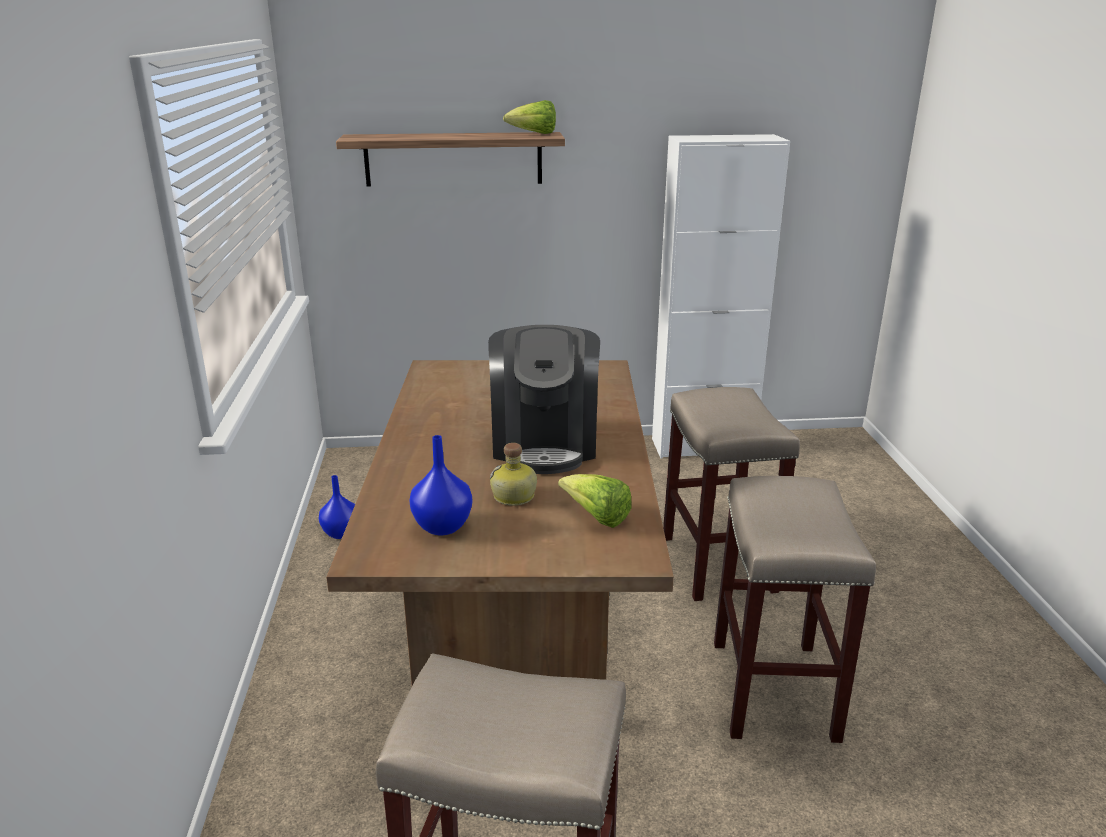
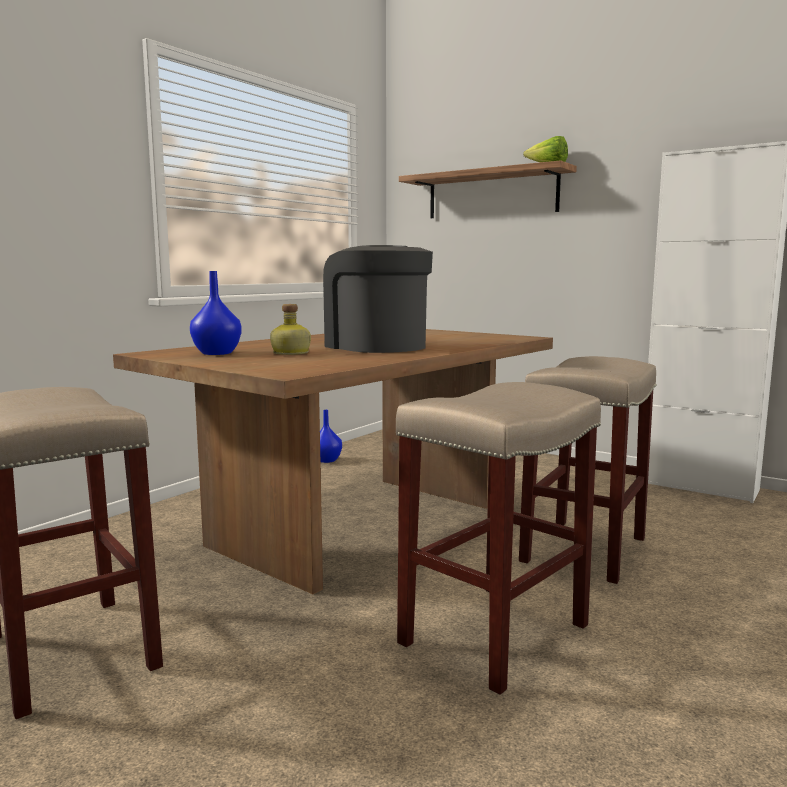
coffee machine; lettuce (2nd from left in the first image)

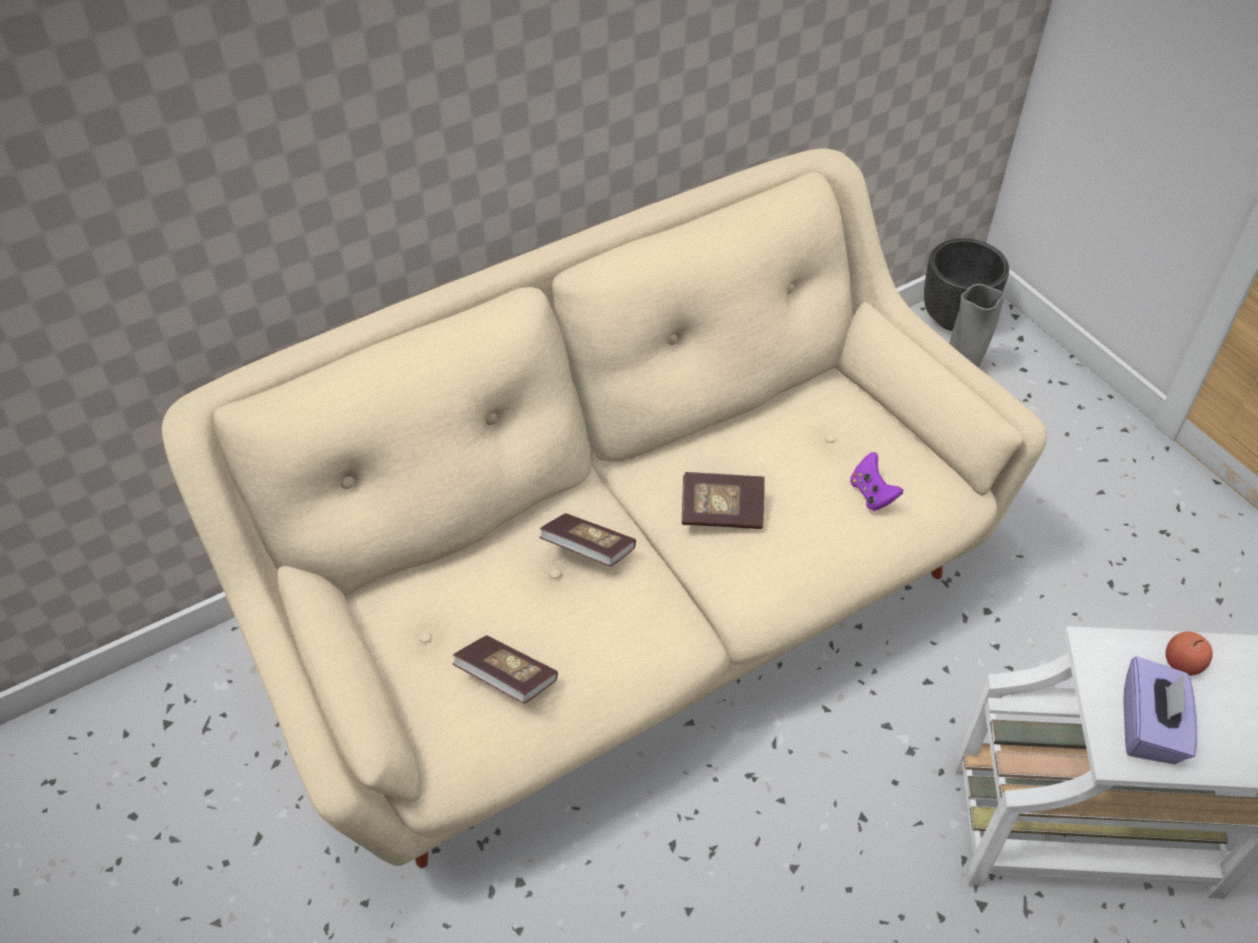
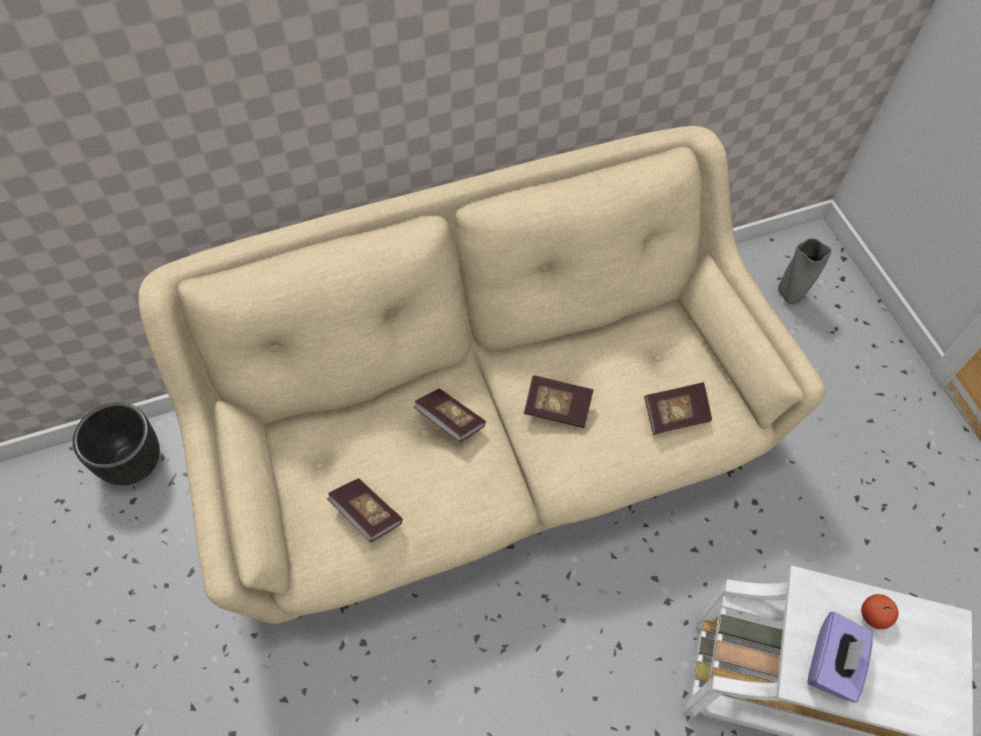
book (4th from left); planter/black

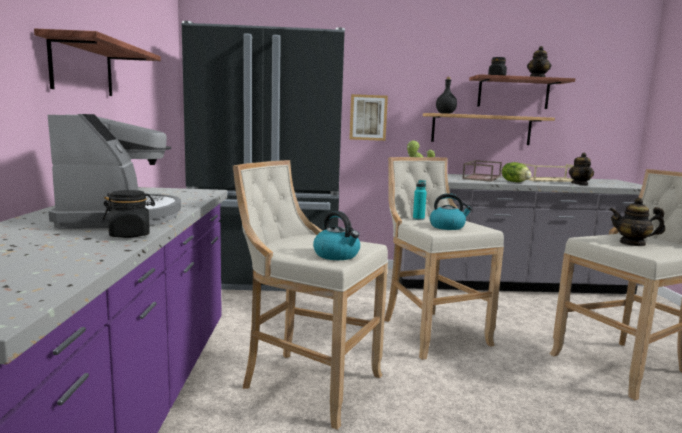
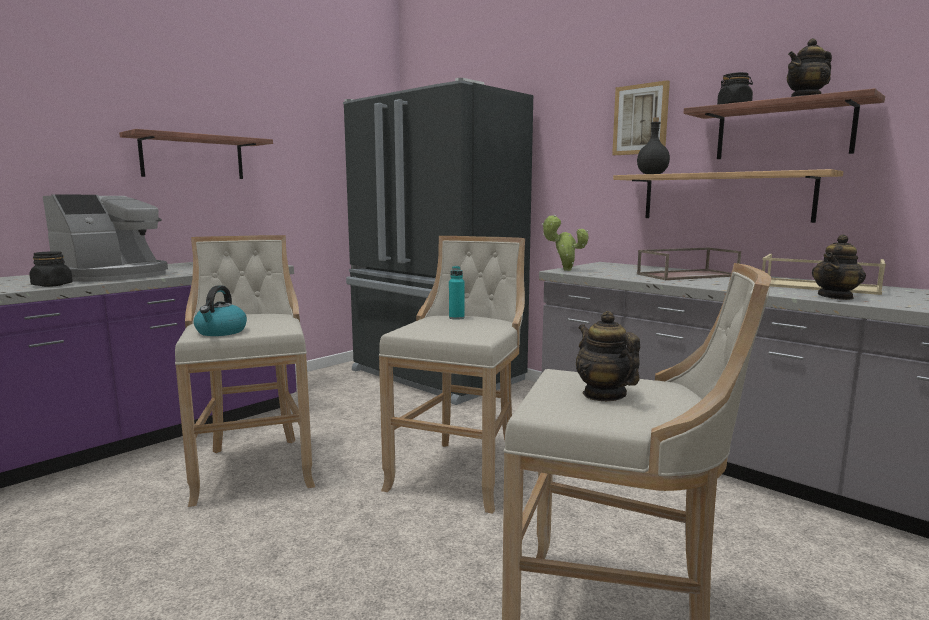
picture; kettle (2nd from left in the first image); lettuce

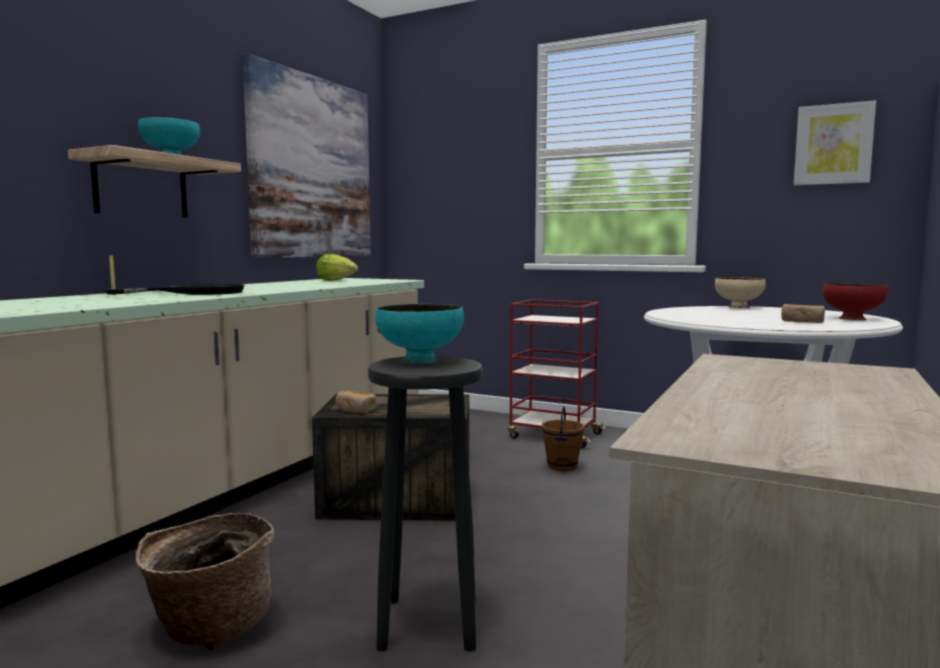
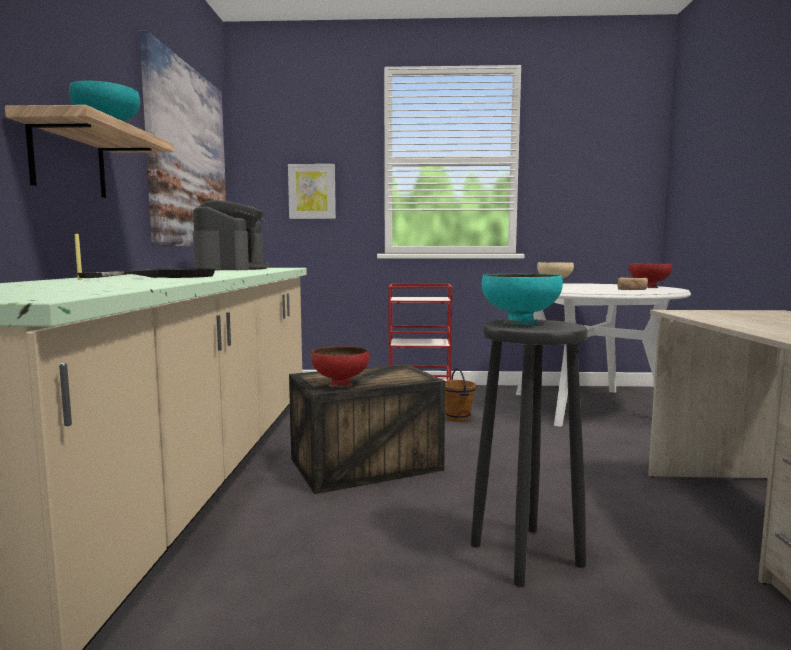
basket; coffee machine; bowl/red (1st from left); picture (2nd from left)

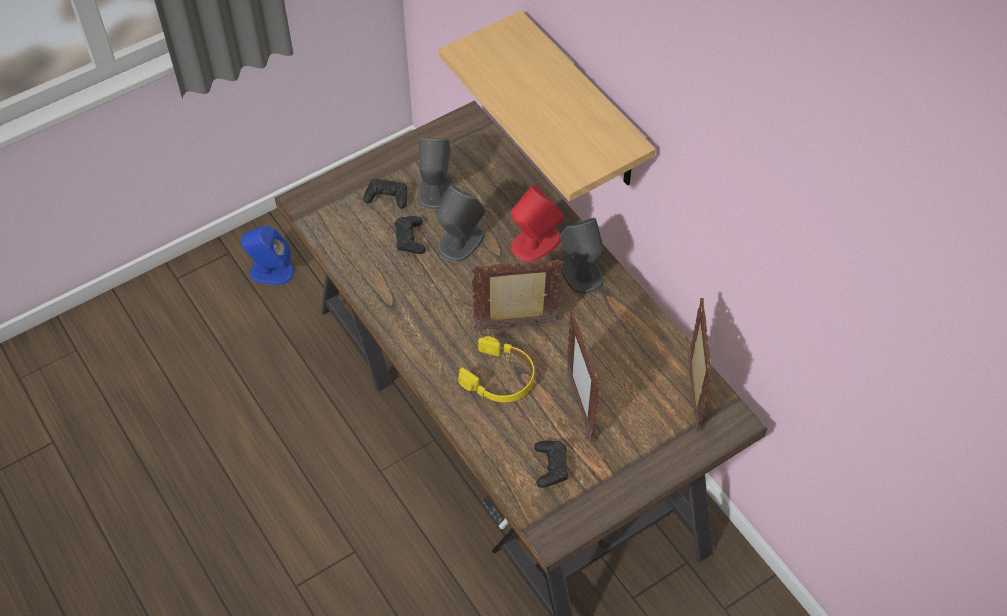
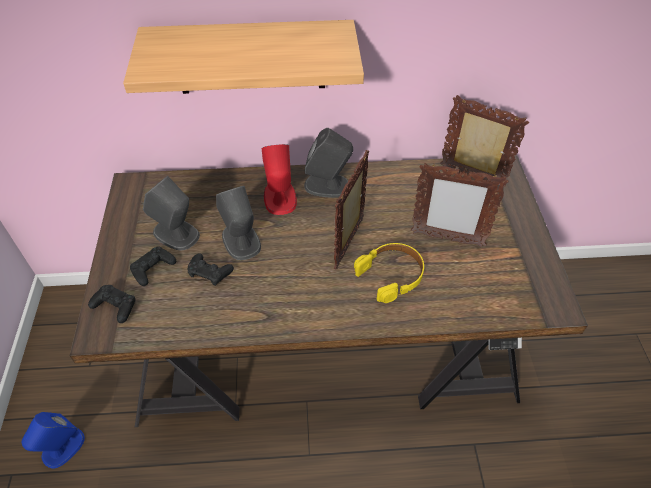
game controller/black (1st from left)

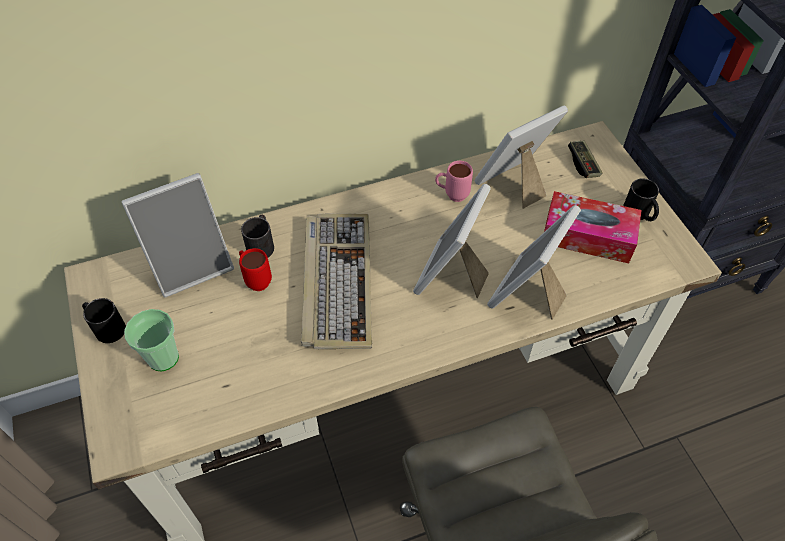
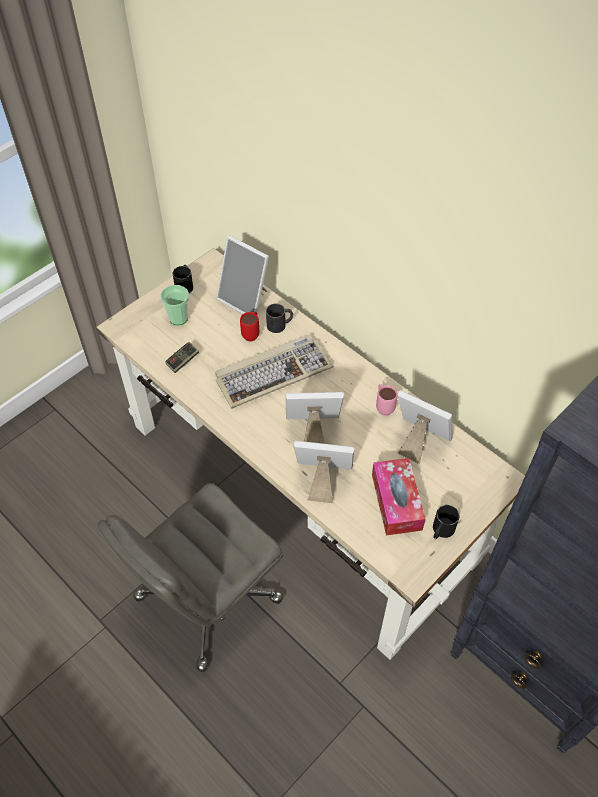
game controller

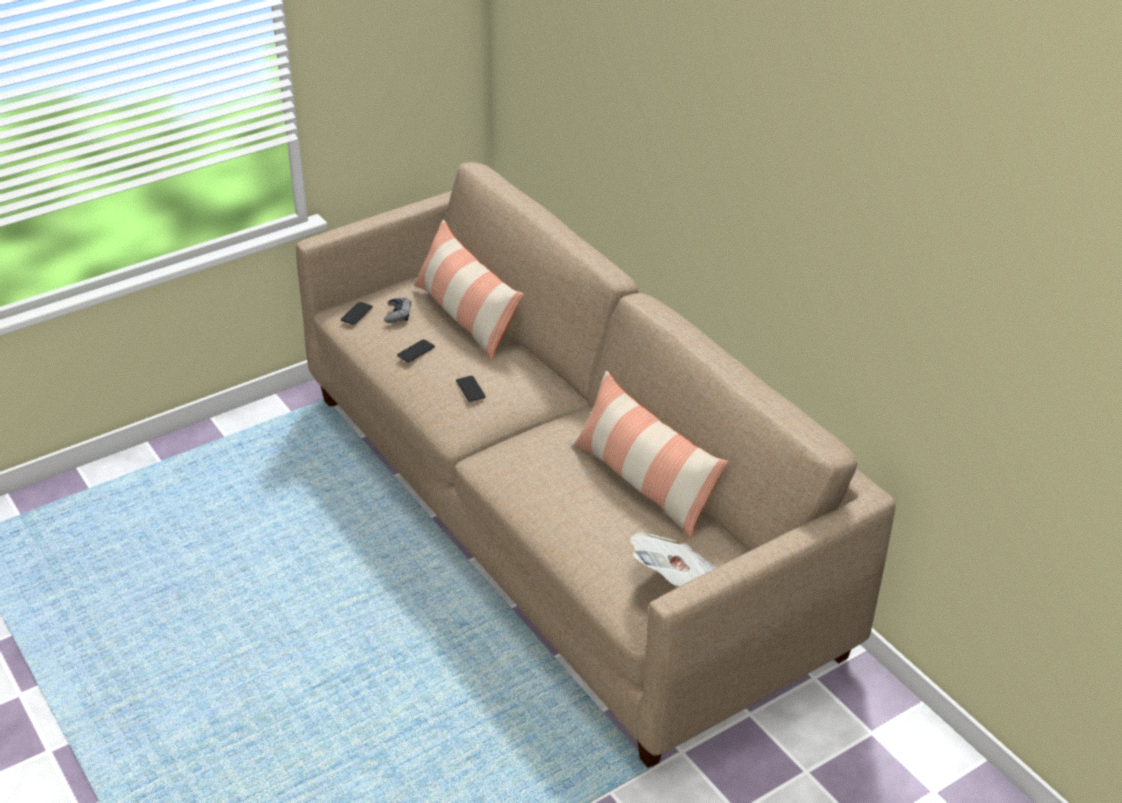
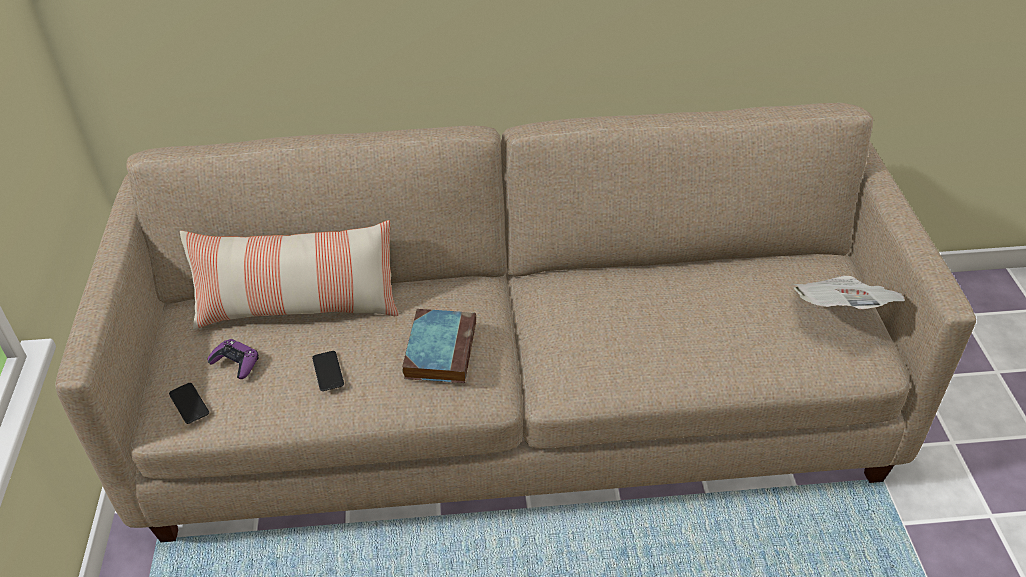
game controller/purple; book; pillow (2nd from left in the first image)

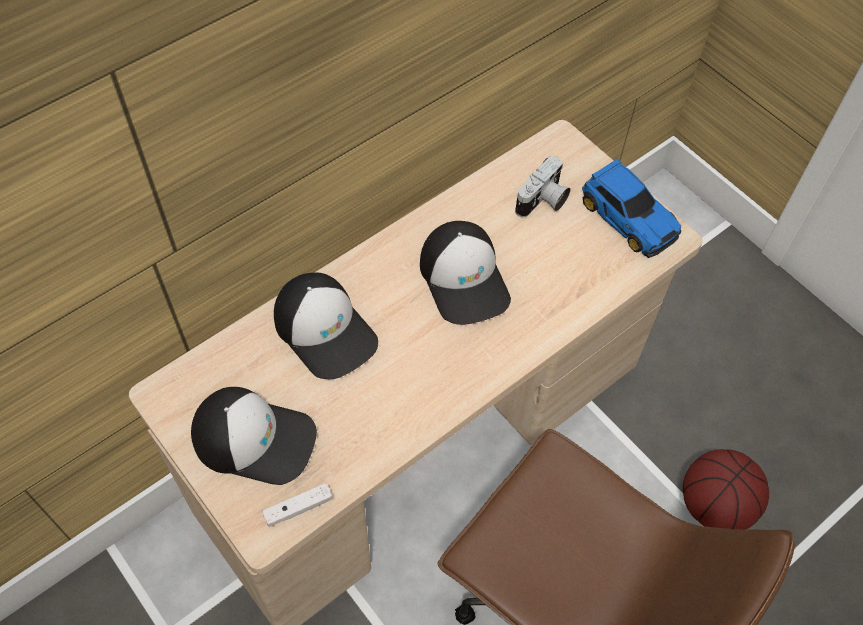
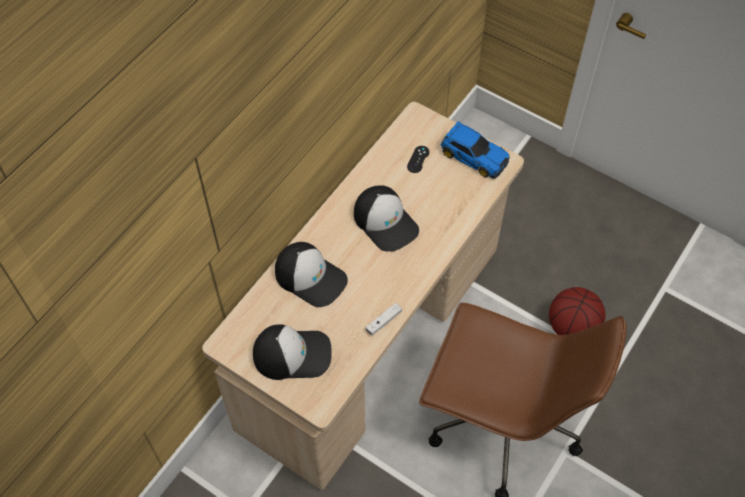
game controller/white; game controller/black

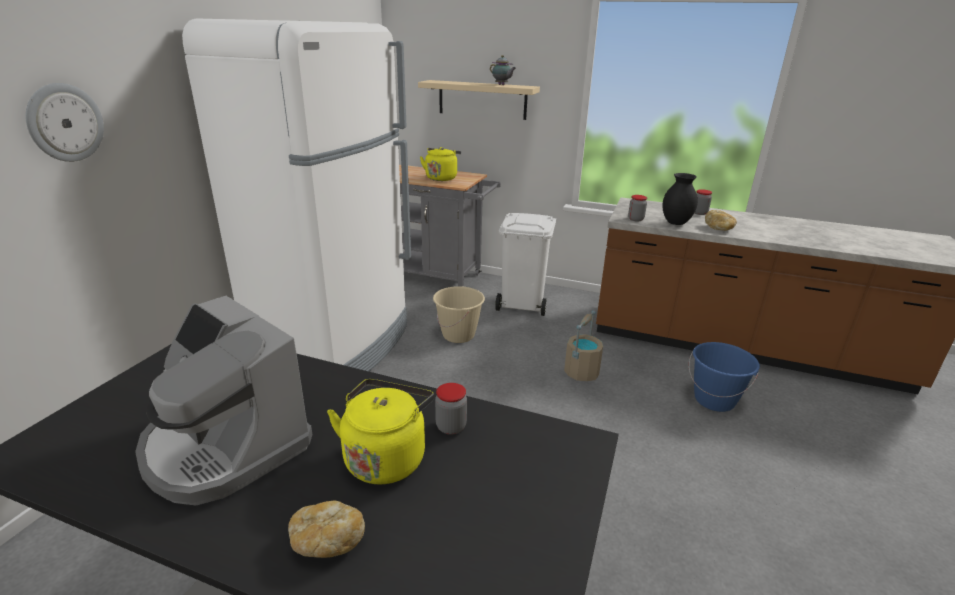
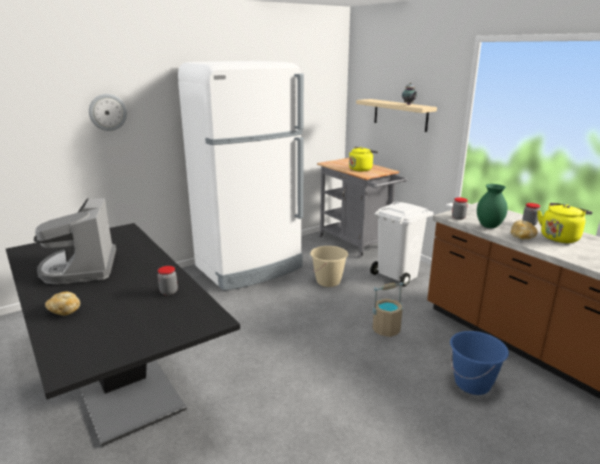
kettle/yellow (2nd from left); vase/green

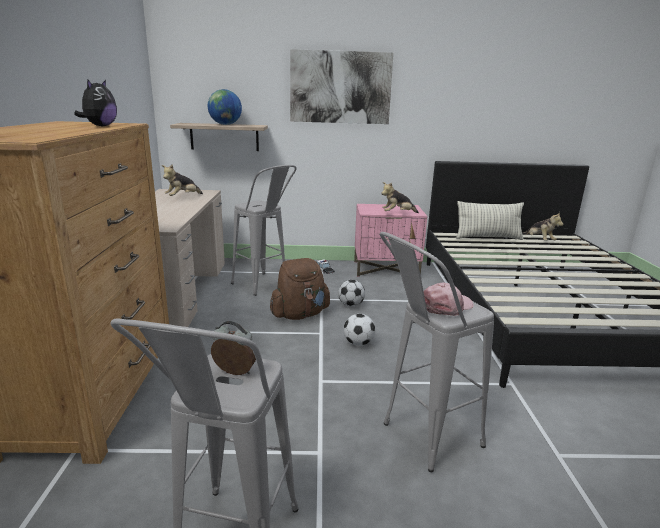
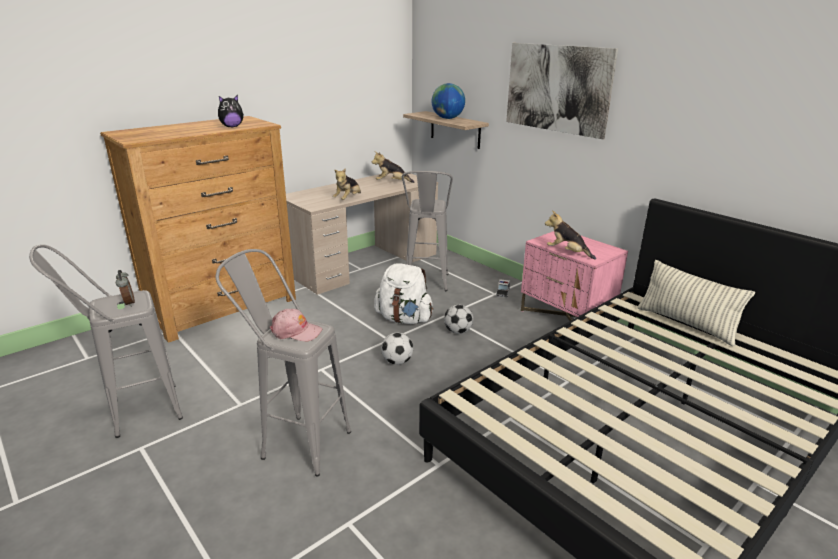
backpack/white; plush toy (2nd from left)

